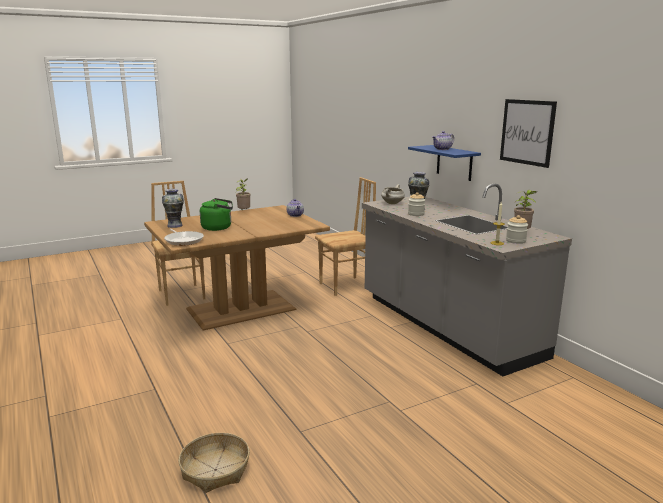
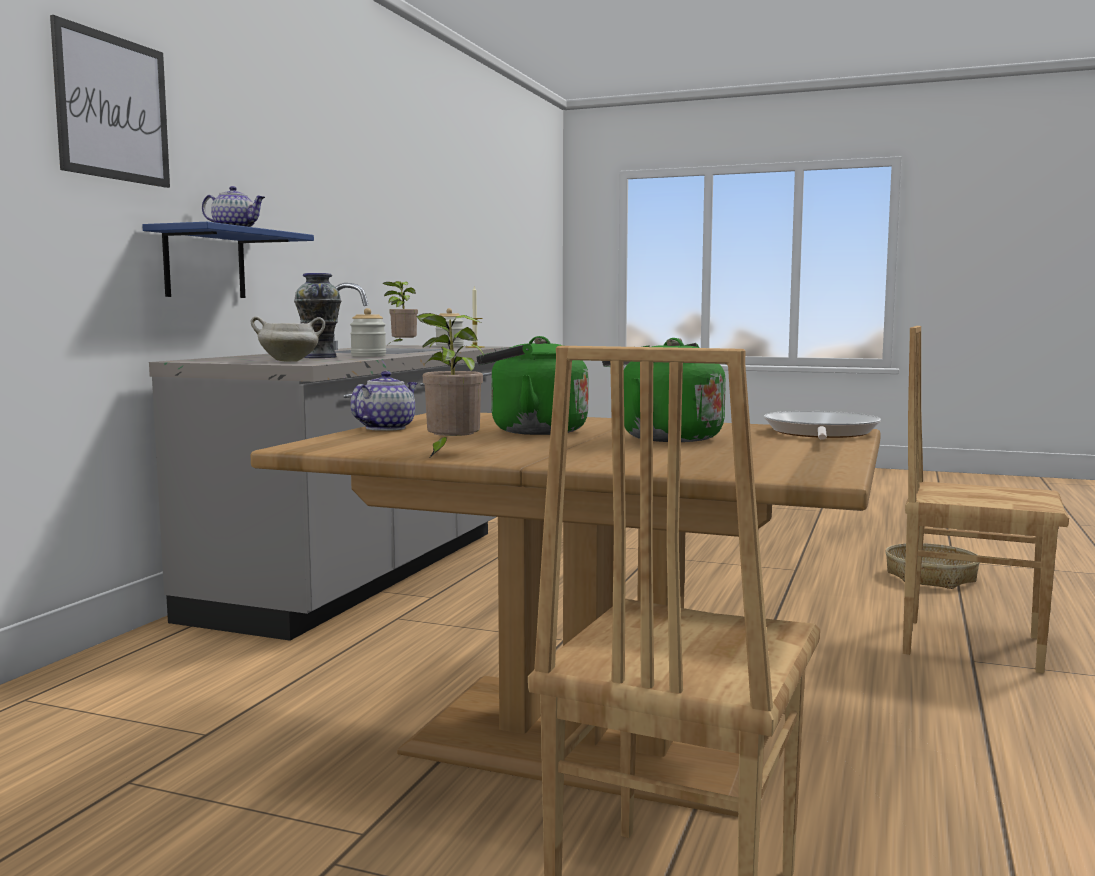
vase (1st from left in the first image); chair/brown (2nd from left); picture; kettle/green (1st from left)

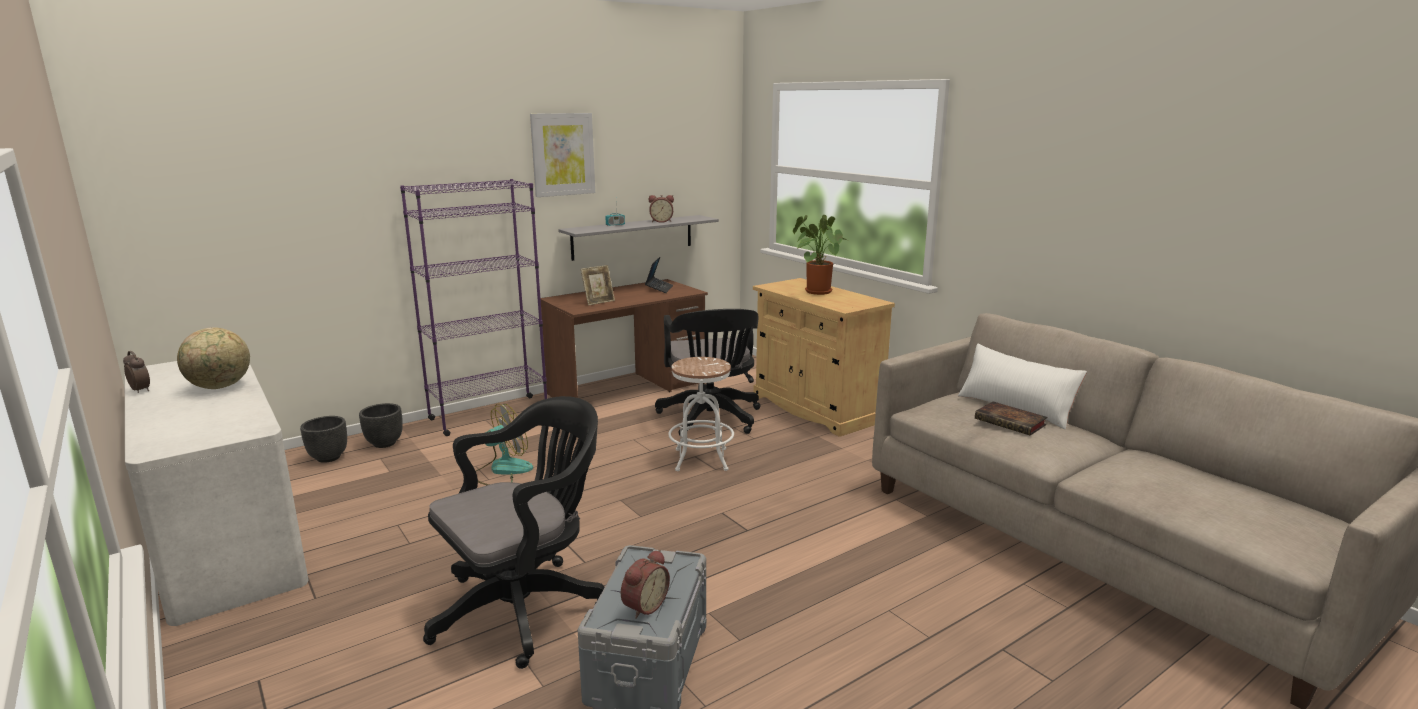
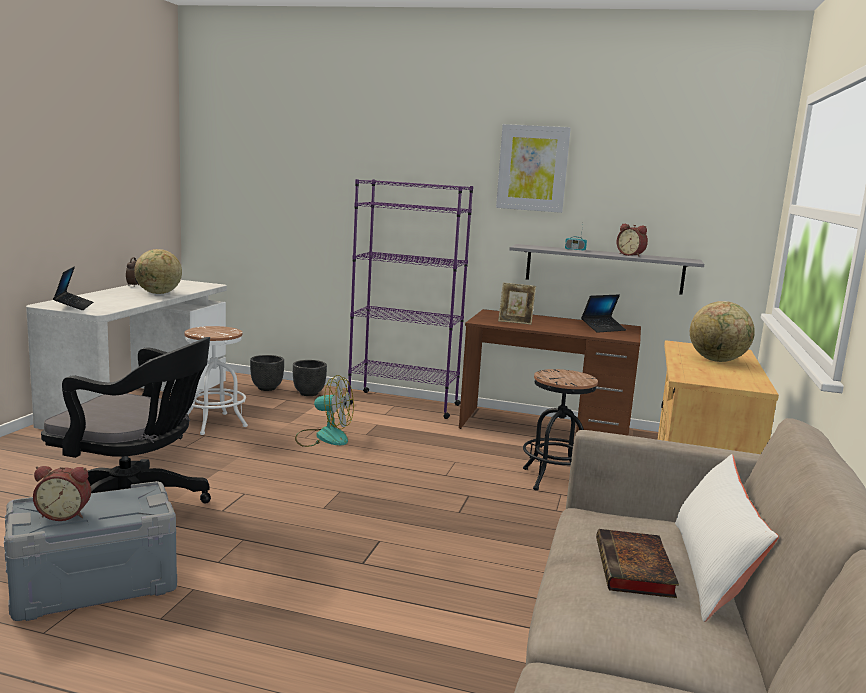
stool/black; stool/white; globe (2nd from left); laptop (1st from left)

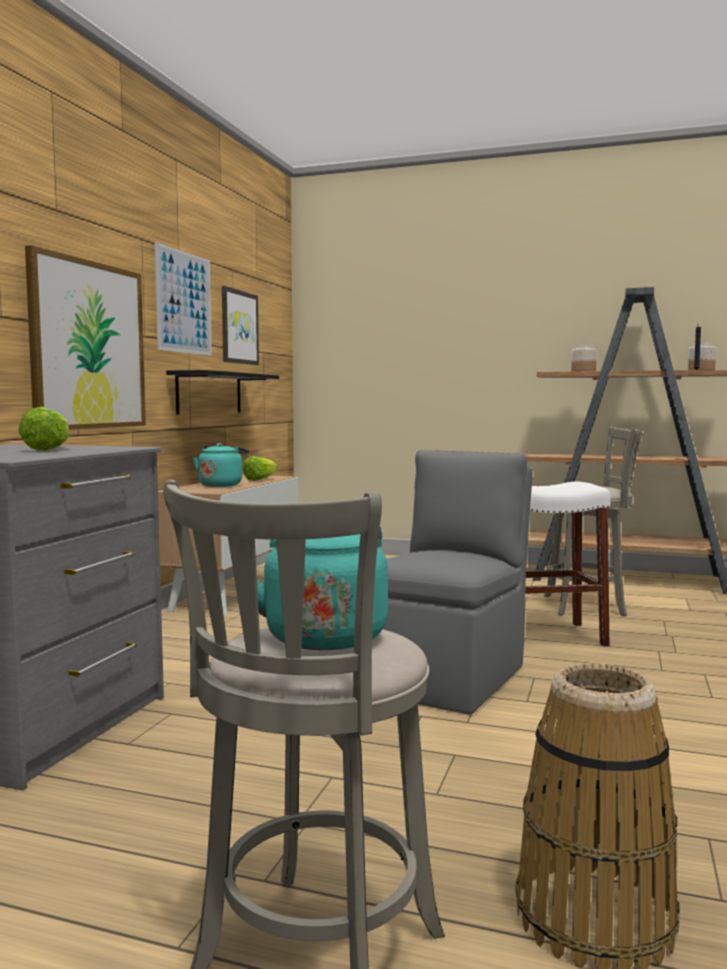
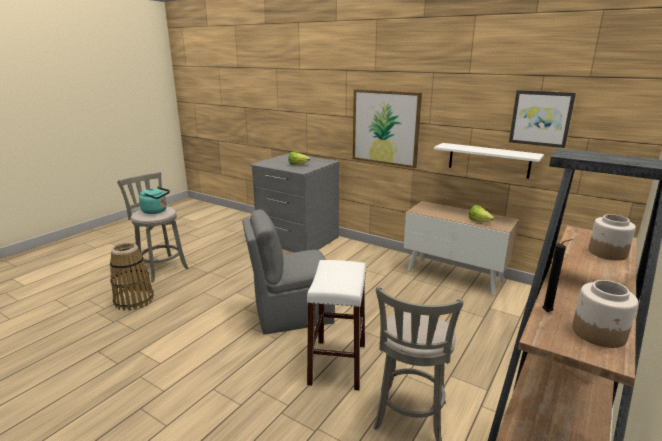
picture (2nd from left in the first image); shelf/white; kettle/turquoise (1st from left in the first image); chair/grey

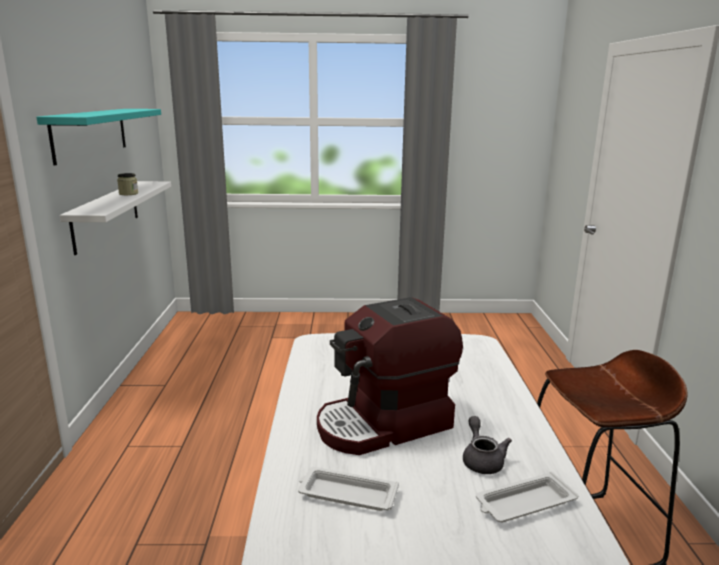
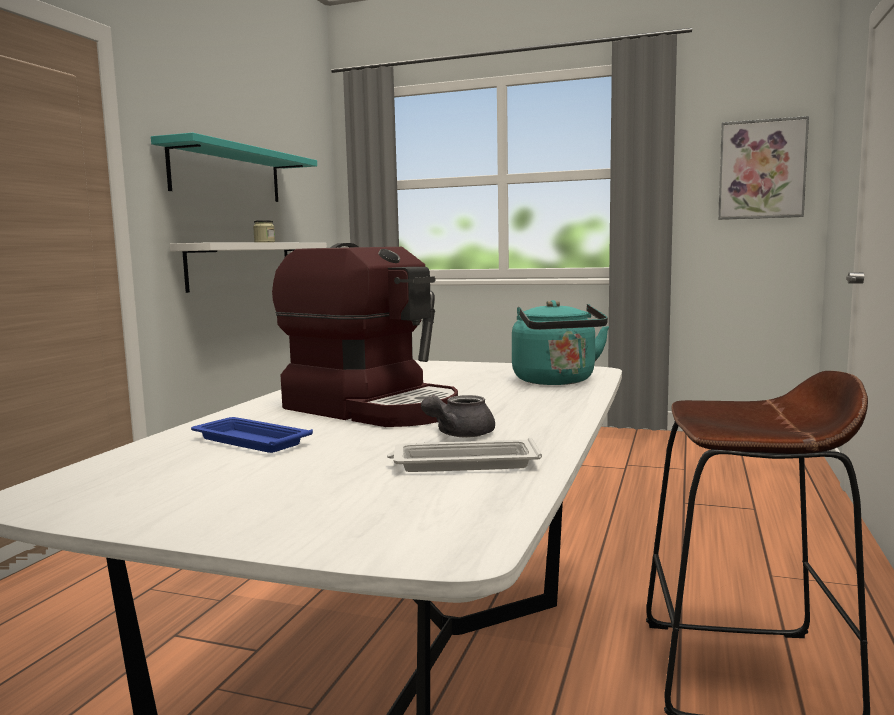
tray/blue; coffee machine; teapot/grey; kettle/turquoise; picture

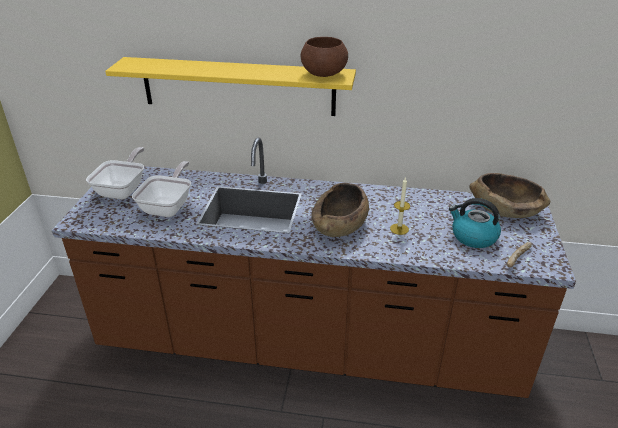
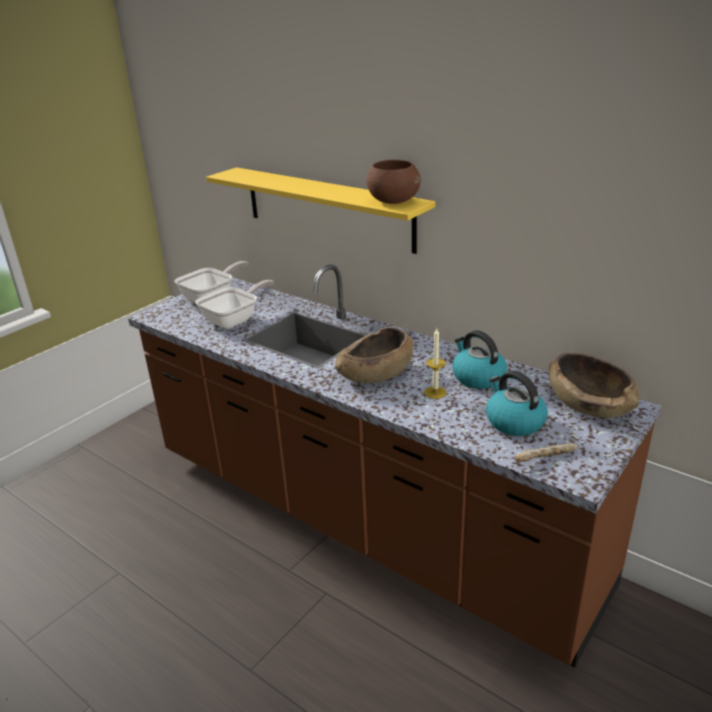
kettle (1st from left)

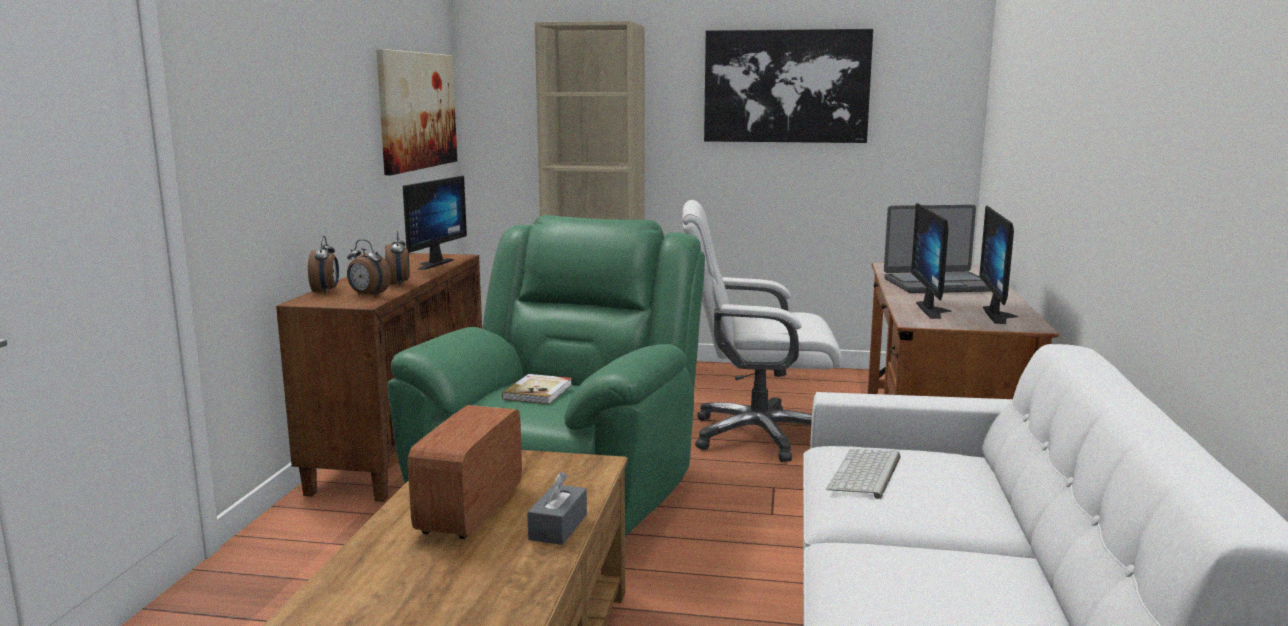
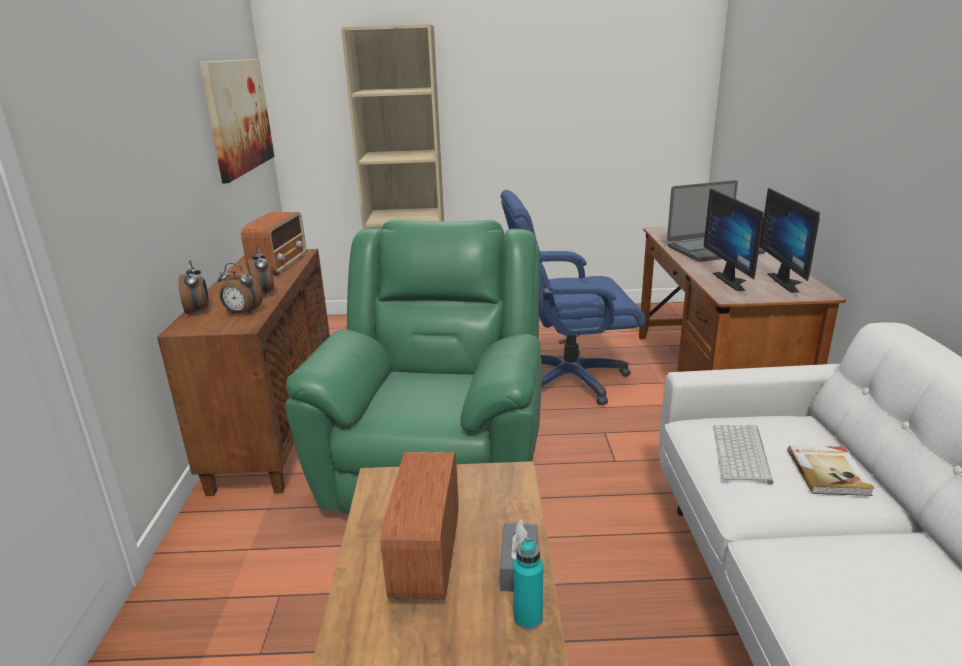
radio (1st from left); book; office chair/blue; picture (2nd from left in the first image); bottle/turquoise

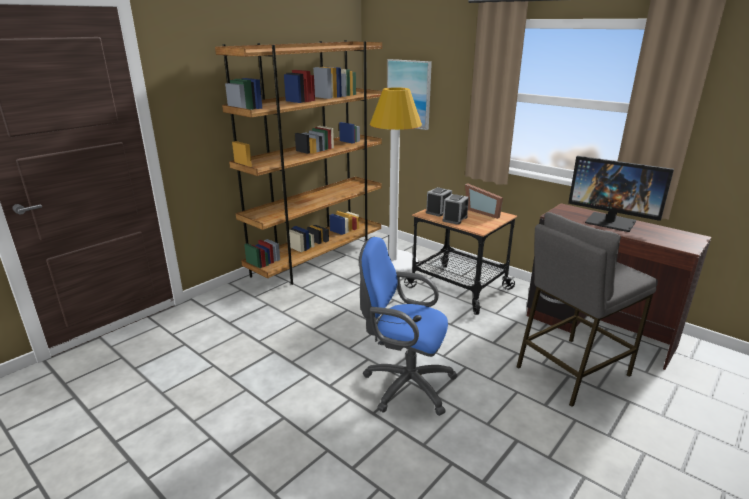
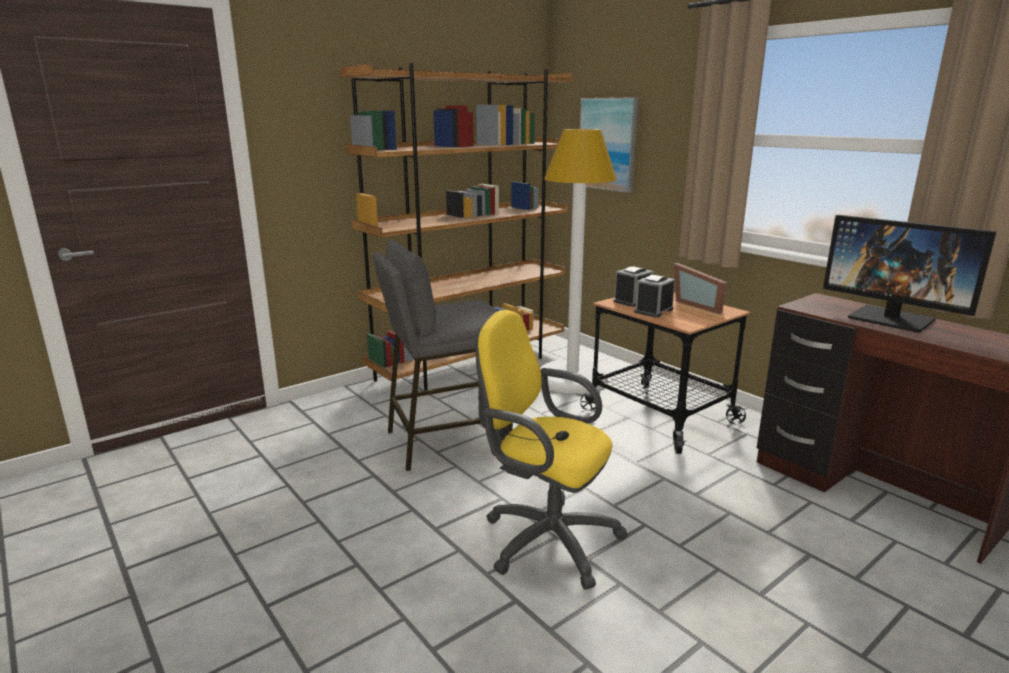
office chair/yellow; stool/grey

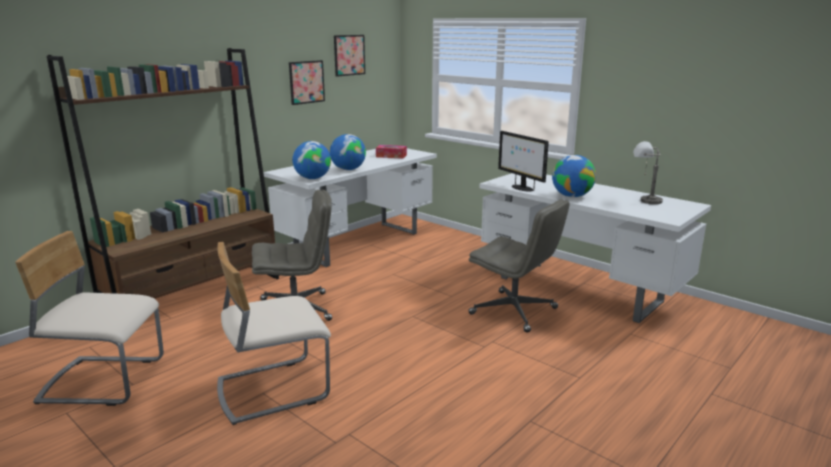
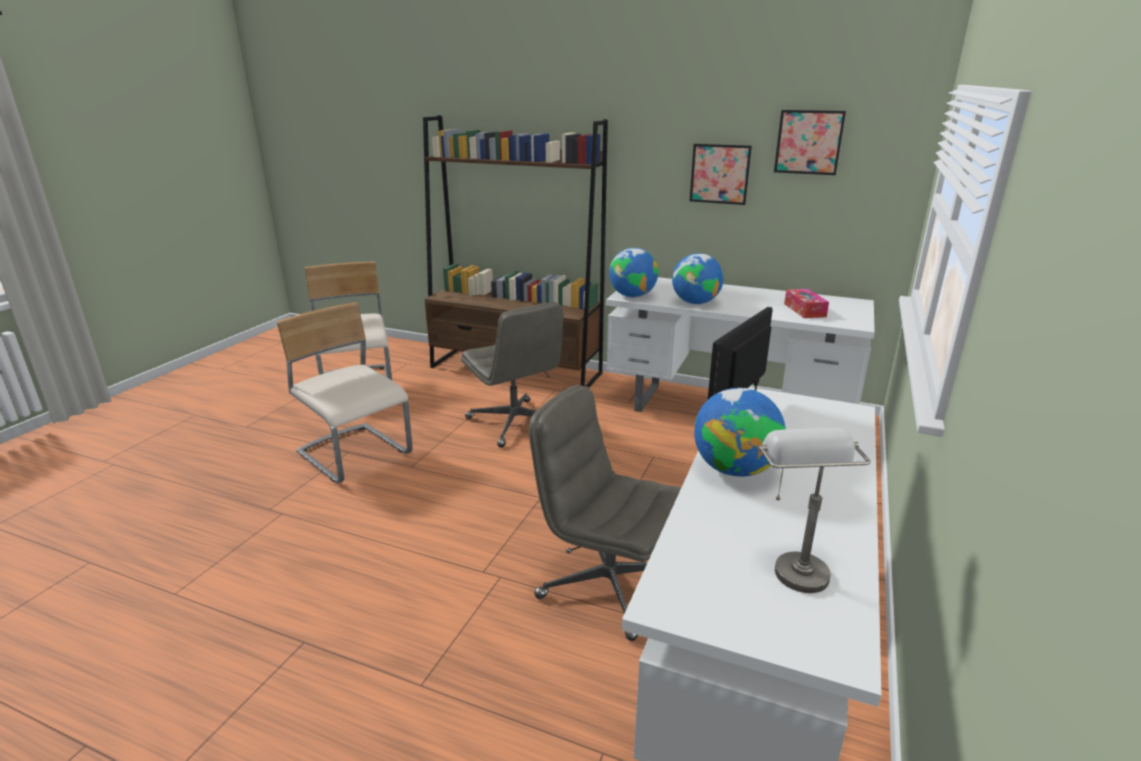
office chair/grey (2nd from left)

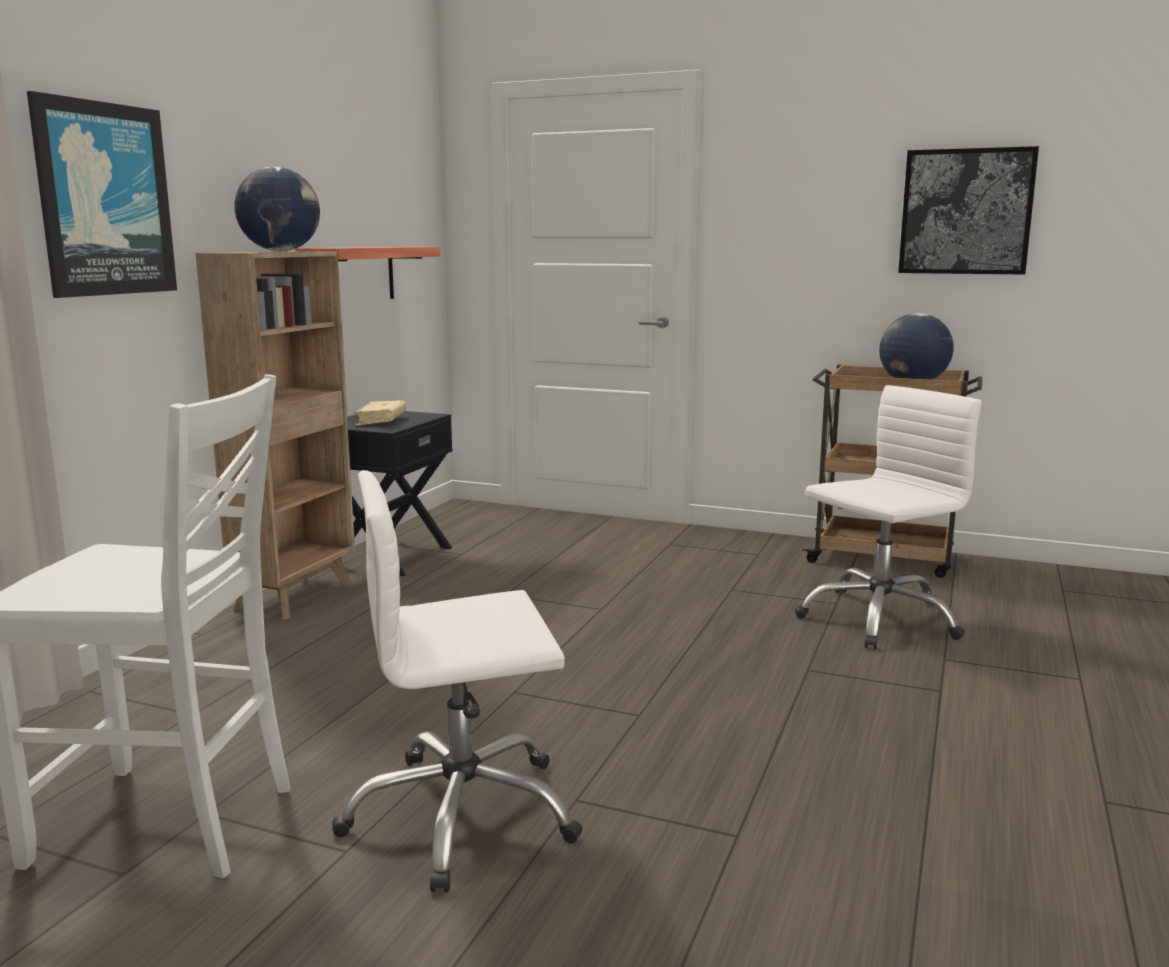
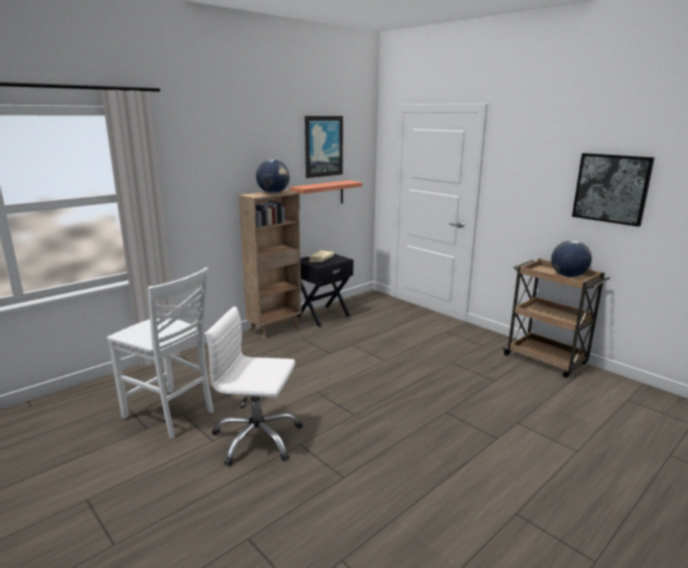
picture (1st from left); office chair/white (2nd from left in the first image)

